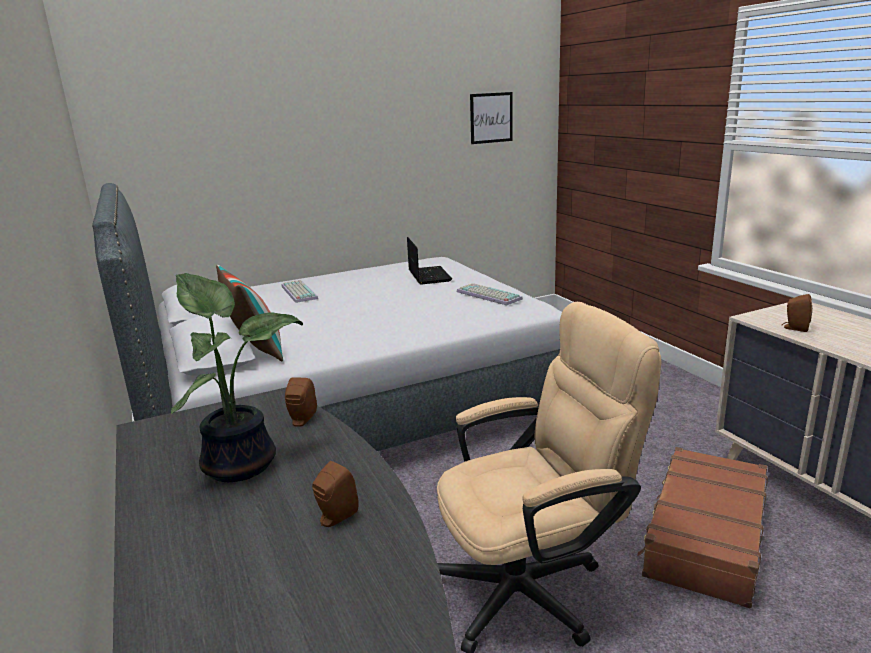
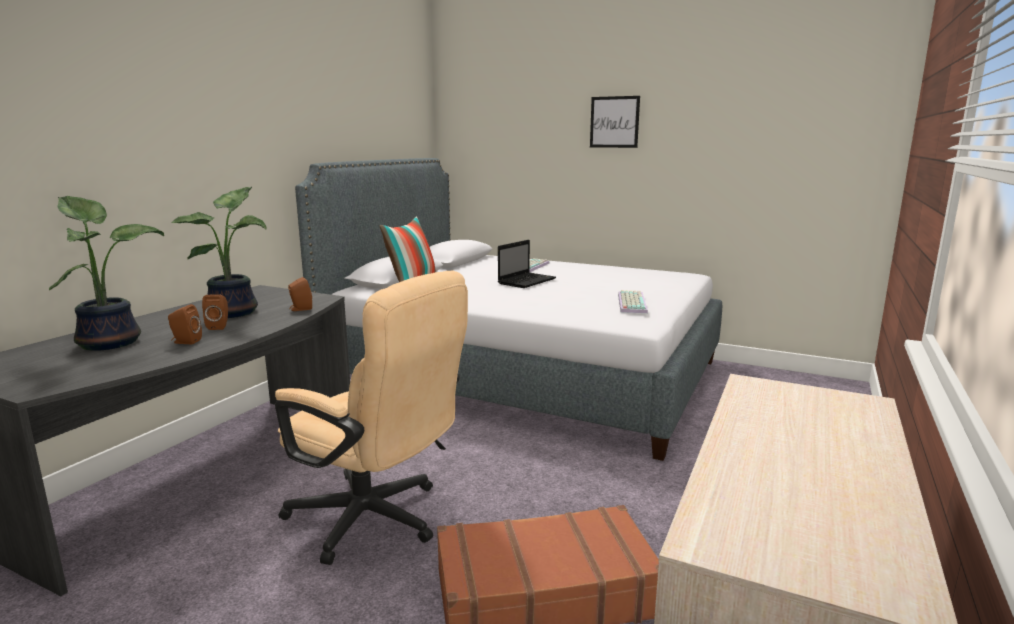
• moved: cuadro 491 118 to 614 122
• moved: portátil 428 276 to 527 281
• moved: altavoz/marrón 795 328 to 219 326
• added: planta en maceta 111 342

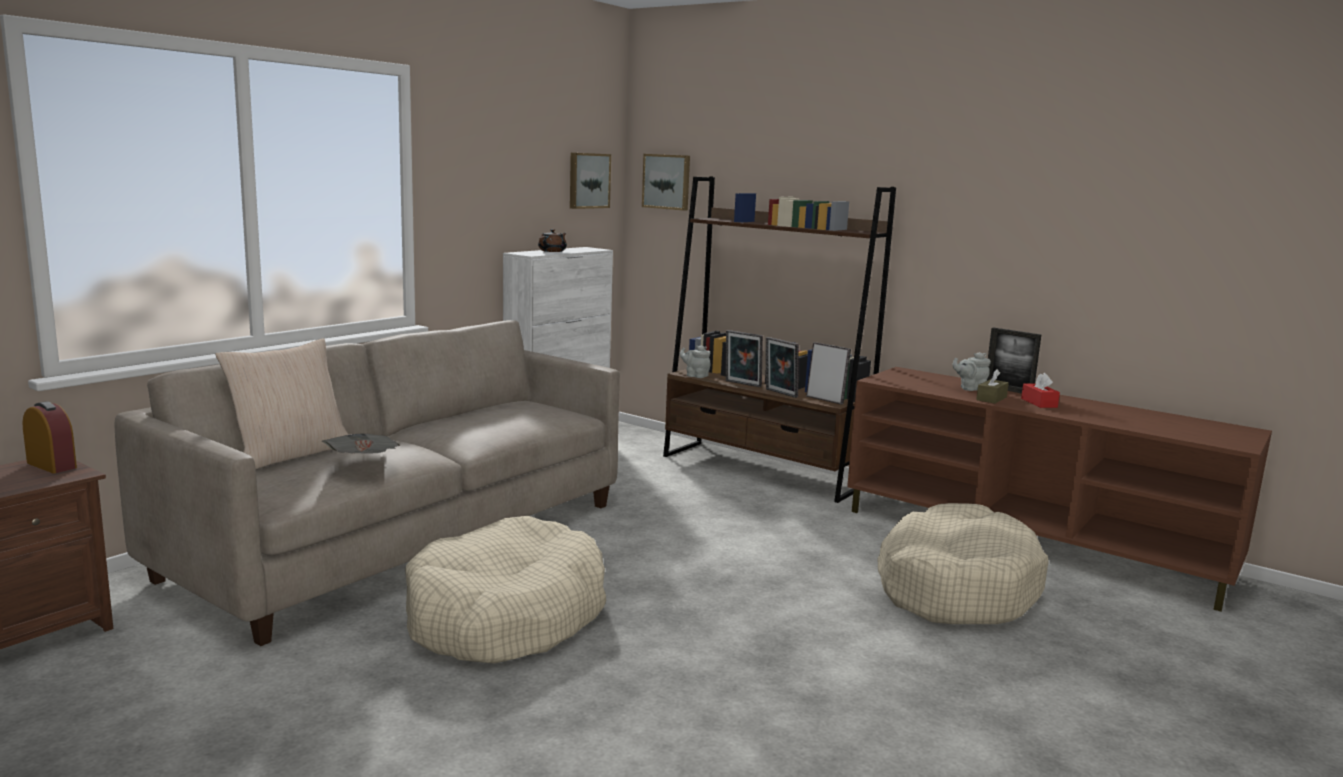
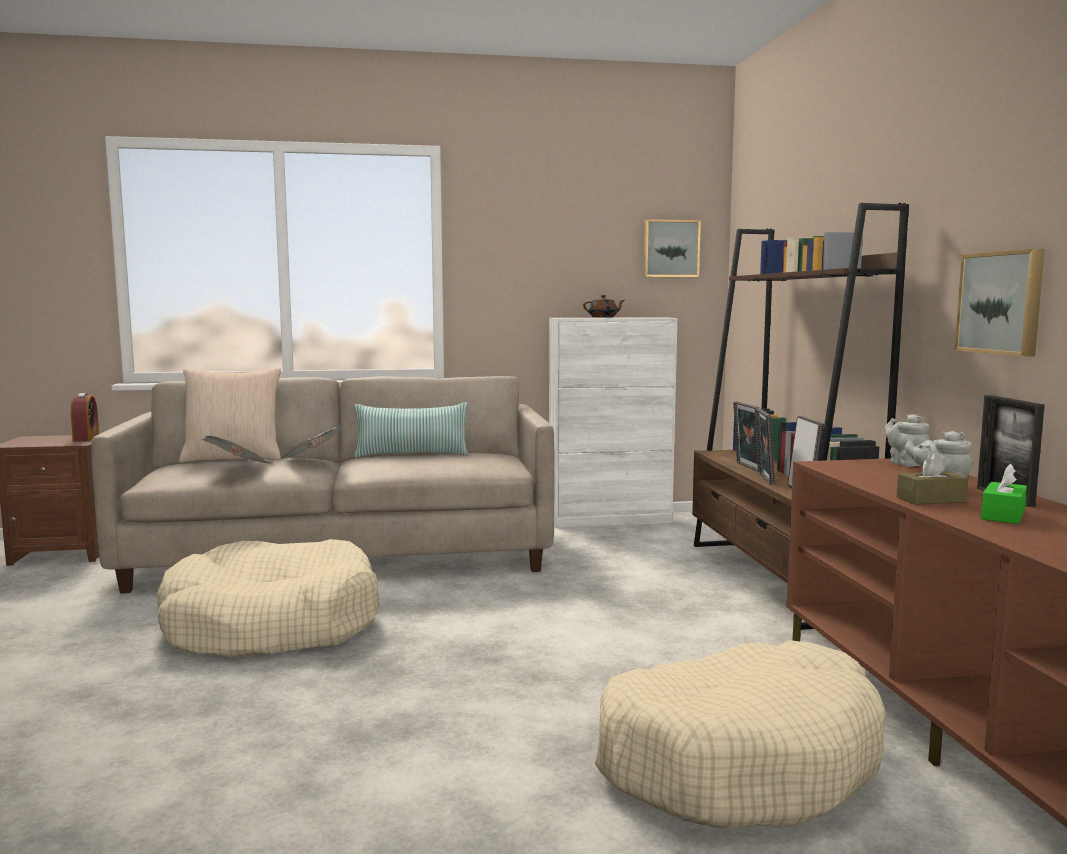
• moved: cuadro 667 181 to 1002 303
• moved: tetera/gris 695 375 to 905 463
• recoloured: caja de pañuelos/rojo 1039 403 to caja de pañuelos/verde 1003 515
• added: cojín 412 455
• added: periódico 311 459

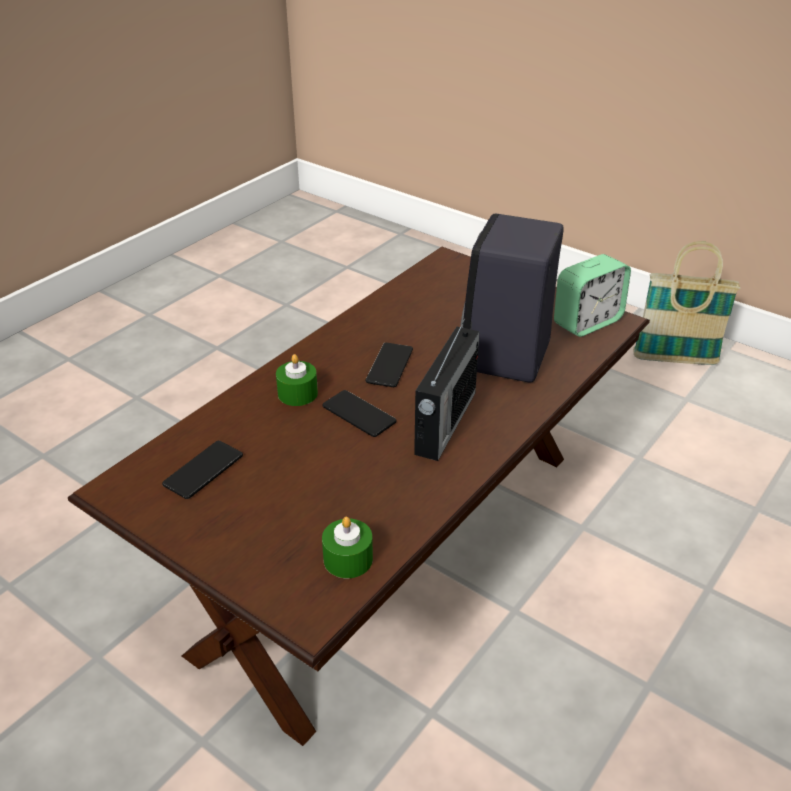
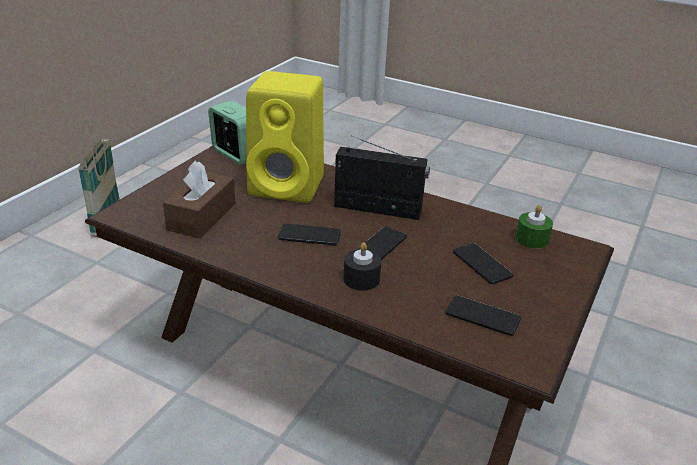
• recoloured: altavoz/negro 506 358 to altavoz/amarillo 289 186
• recoloured: vela/verde 297 393 to vela/negro 361 279
• added: caja de pañuelos/marrón 202 217
• added: móvil 482 264

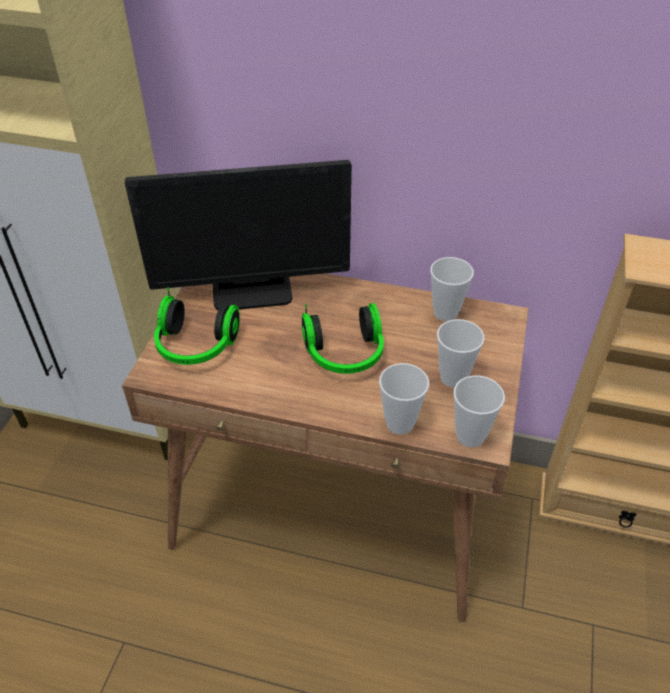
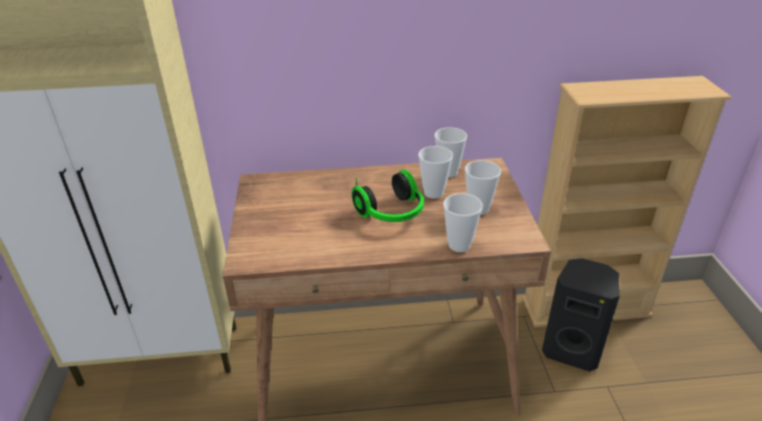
• removed: monitor 252 291
• removed: auriculares 195 347
• moved: taza 470 436 to 433 193
• added: altavoz/negro 571 350

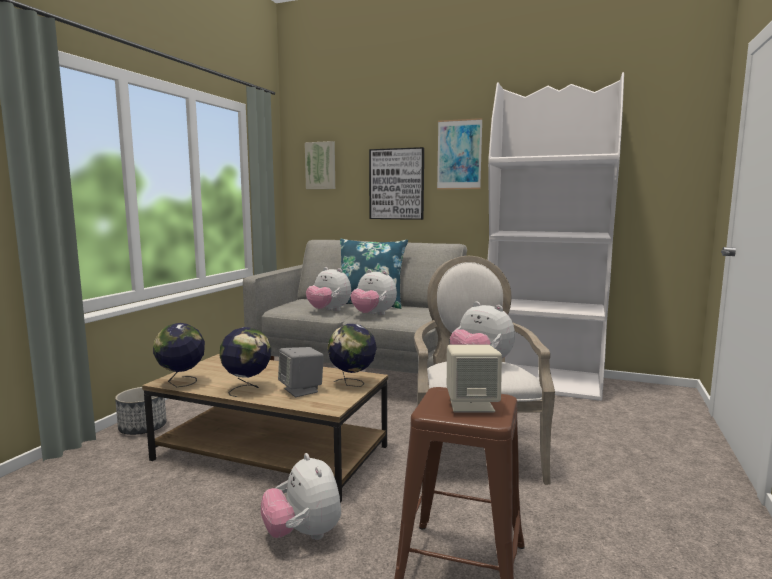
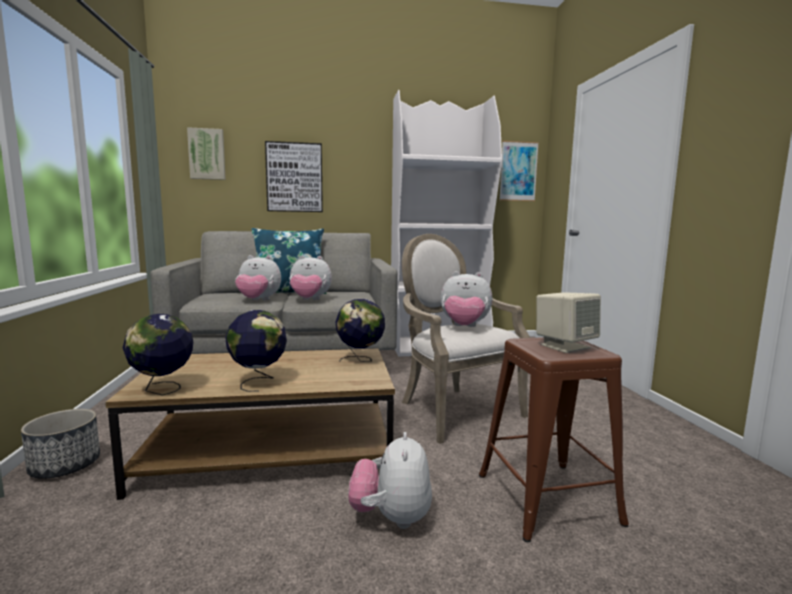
• moved: cuadro 459 154 to 518 171
• removed: altavoz/gris 301 390
• turned: peluche 303 534 = 391 517 60 degrees clockwise

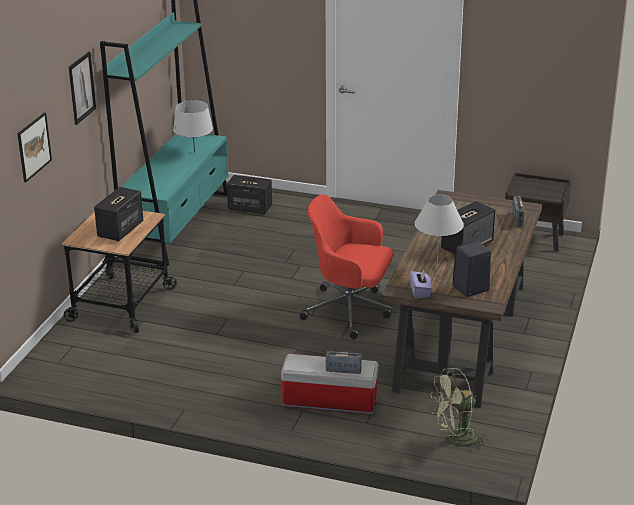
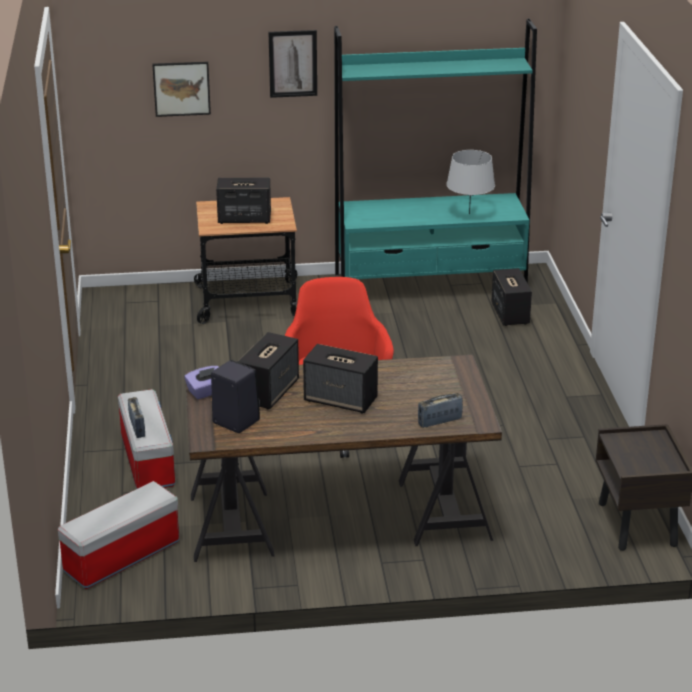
• replaced: lámpara de mesa/blanco 436 268 to altavoz 269 391
• replaced: ventilador/verde 456 439 to caja de almacenaje 121 558

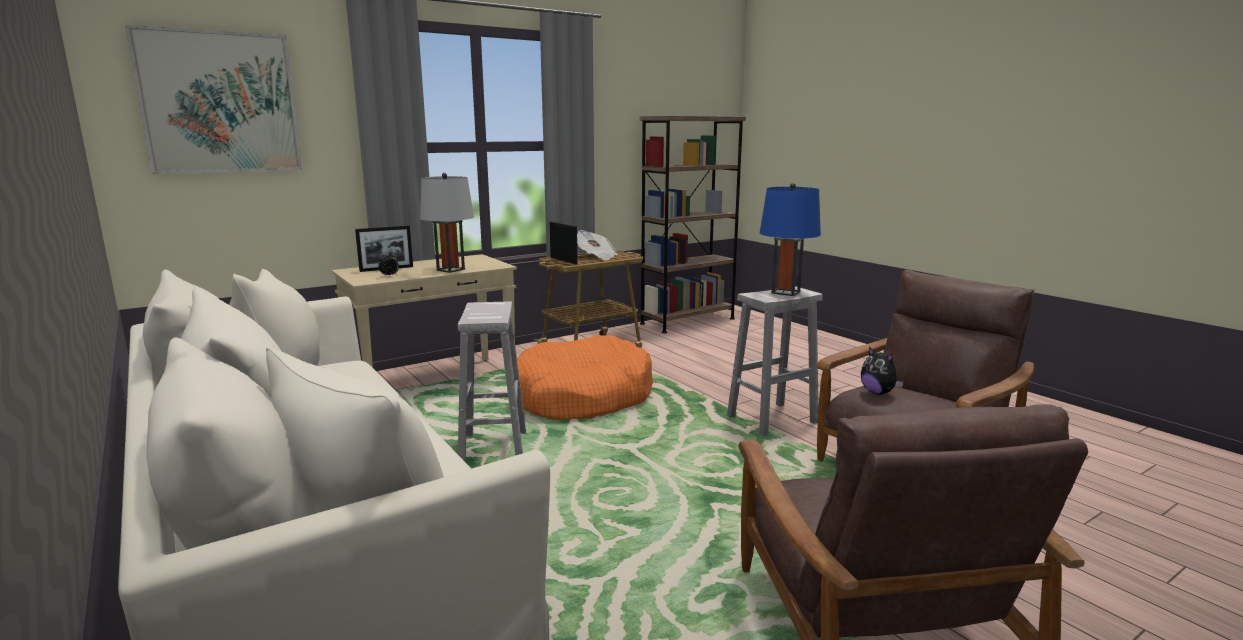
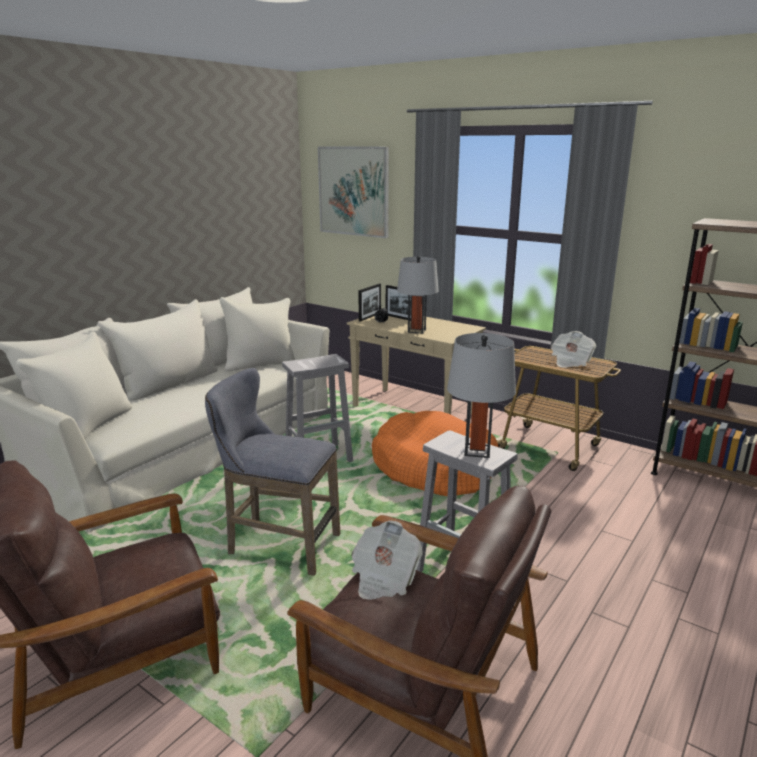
• recoloured: lámpara de mesa/azul 786 292 to lámpara de mesa/gris 477 451
• moved: portarretratos 563 260 to 370 317
• replaced: peluche 878 393 to periódico 384 577
• added: taburete/gris 278 545

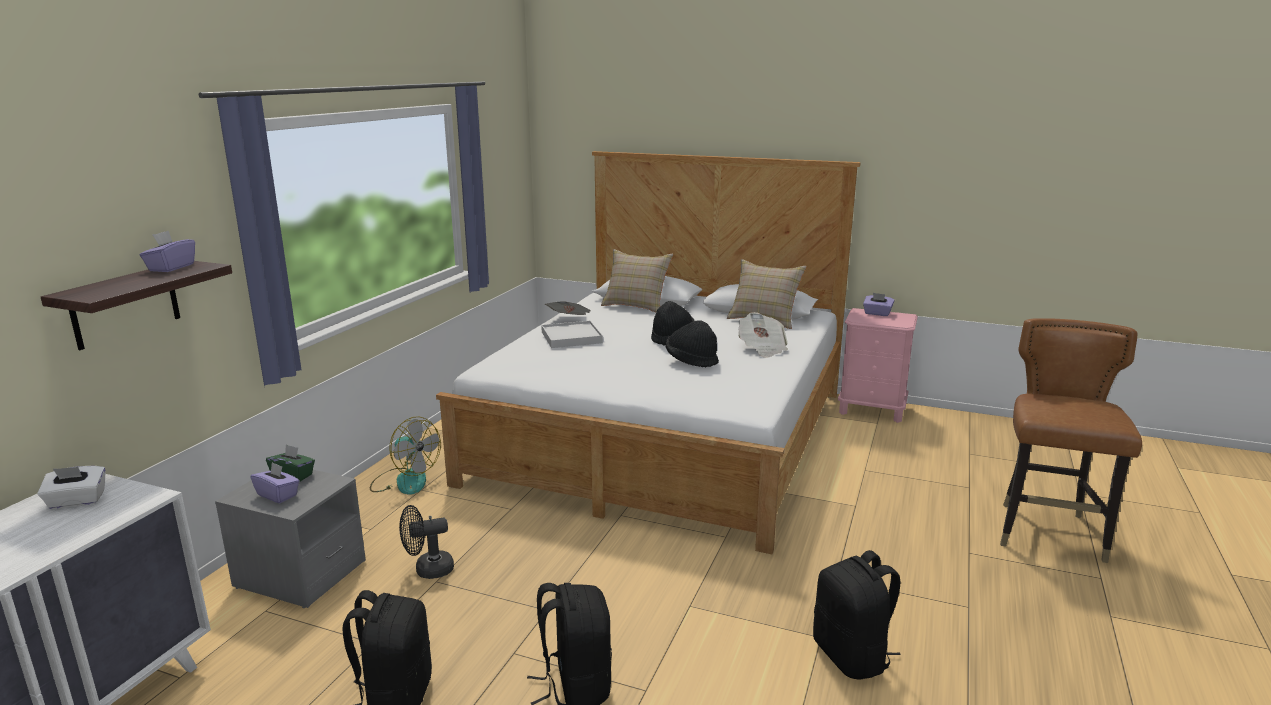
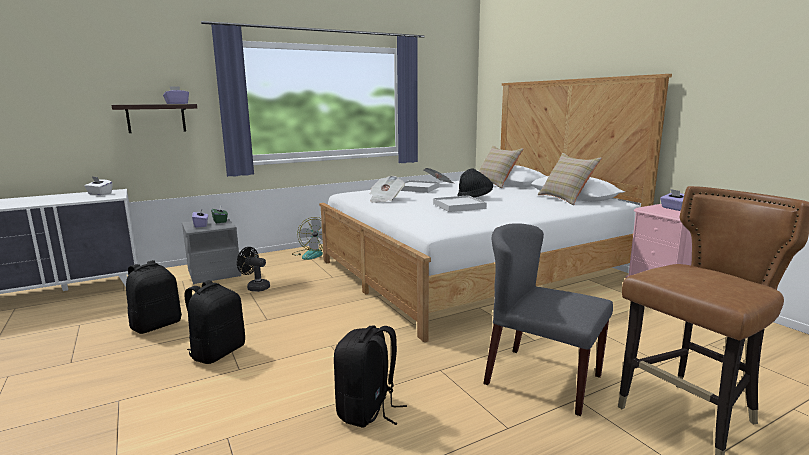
• moved: periódico 762 348 to 385 199
• replaced: sombrero/negro 691 360 to bandeja/blanco 459 206
• added: silla/gris 542 379

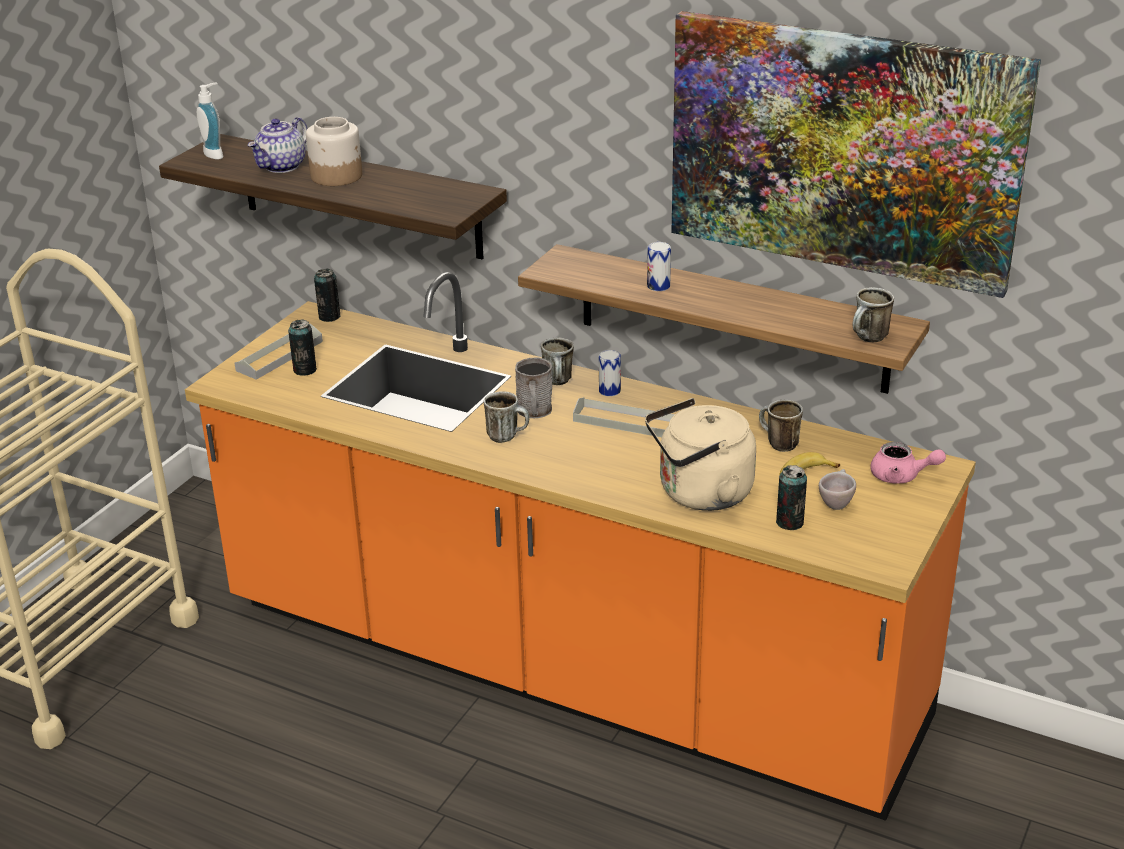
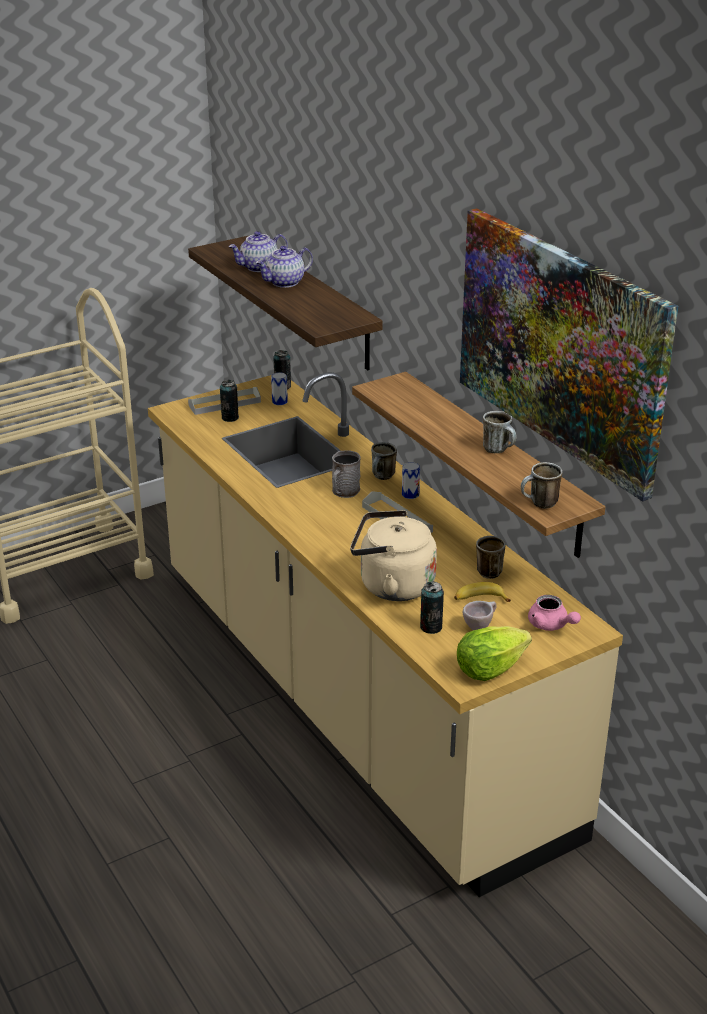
• removed: dispensador de jabón 216 154
• replaced: tarro 337 176 to tetera 285 283
• moved: lata 658 286 to 279 401
• recoloured: mueble bajo de cocina/naranja 567 667 to mueble bajo de cocina/beis 353 698
• moved: taza grande 508 436 to 499 450
• added: lechuga 489 669

